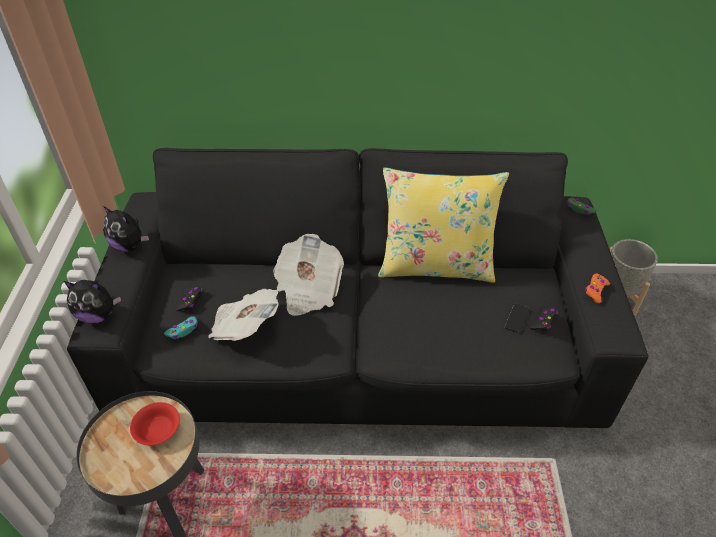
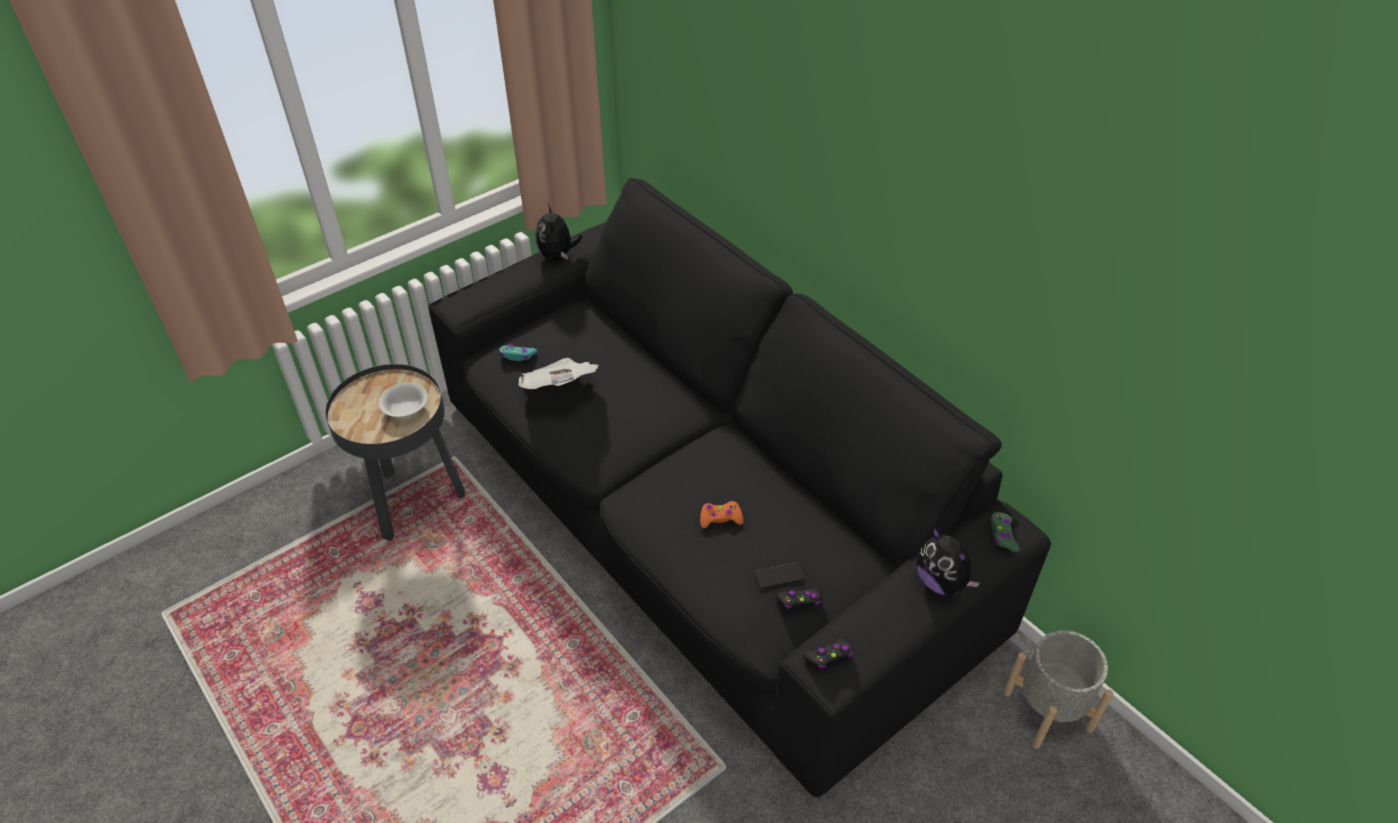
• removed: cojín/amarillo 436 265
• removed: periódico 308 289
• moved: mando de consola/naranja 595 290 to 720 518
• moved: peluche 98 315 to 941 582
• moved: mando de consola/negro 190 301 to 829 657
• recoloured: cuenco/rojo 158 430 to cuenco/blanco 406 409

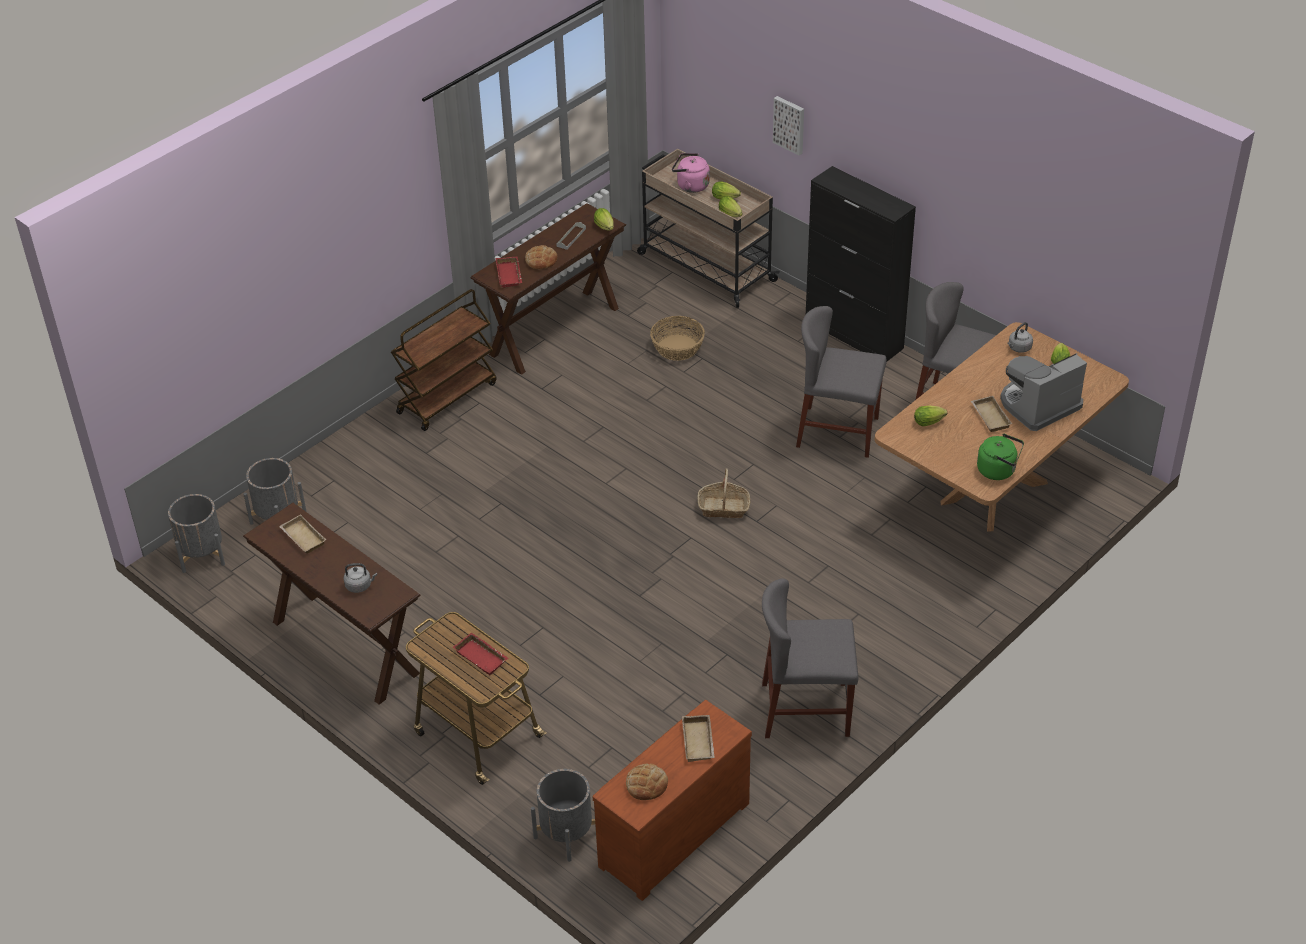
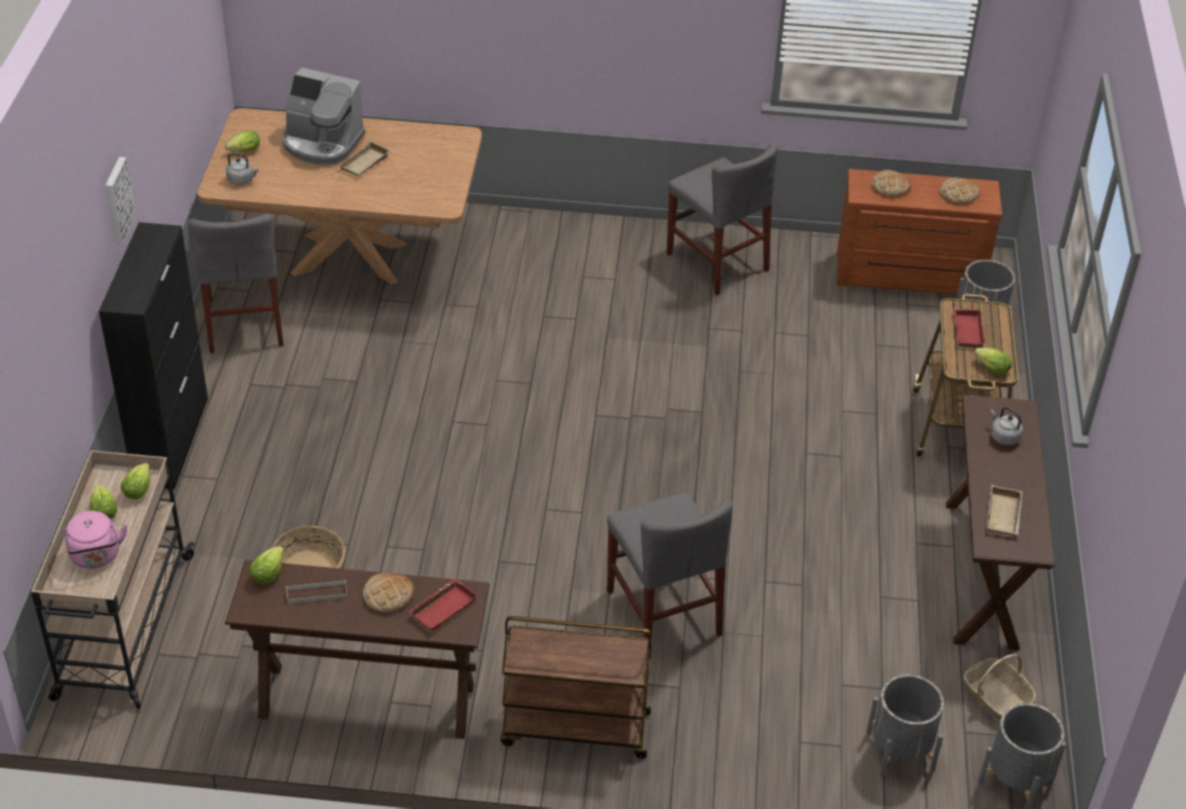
• moved: cuadro 790 124 to 117 200
• moved: silla/gris 838 432 to 663 612
• moved: lechuga 930 422 to 989 368
• removed: hervidor/verde 998 470
• moved: cesta 723 508 to 996 697
• replaced: bandeja/beis 699 742 to pan 890 187

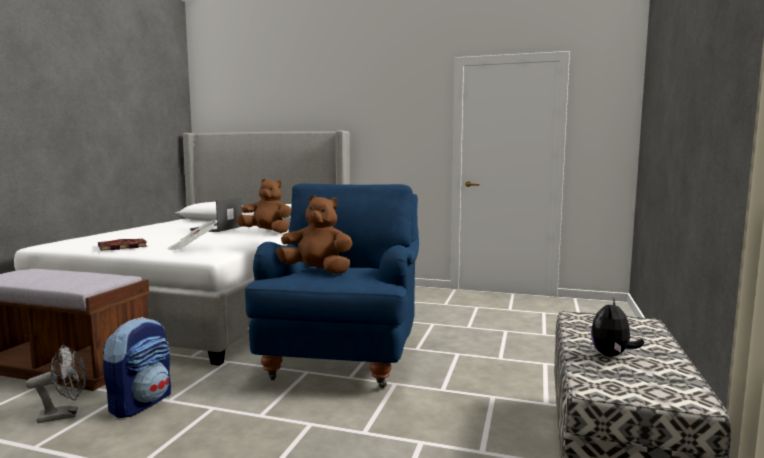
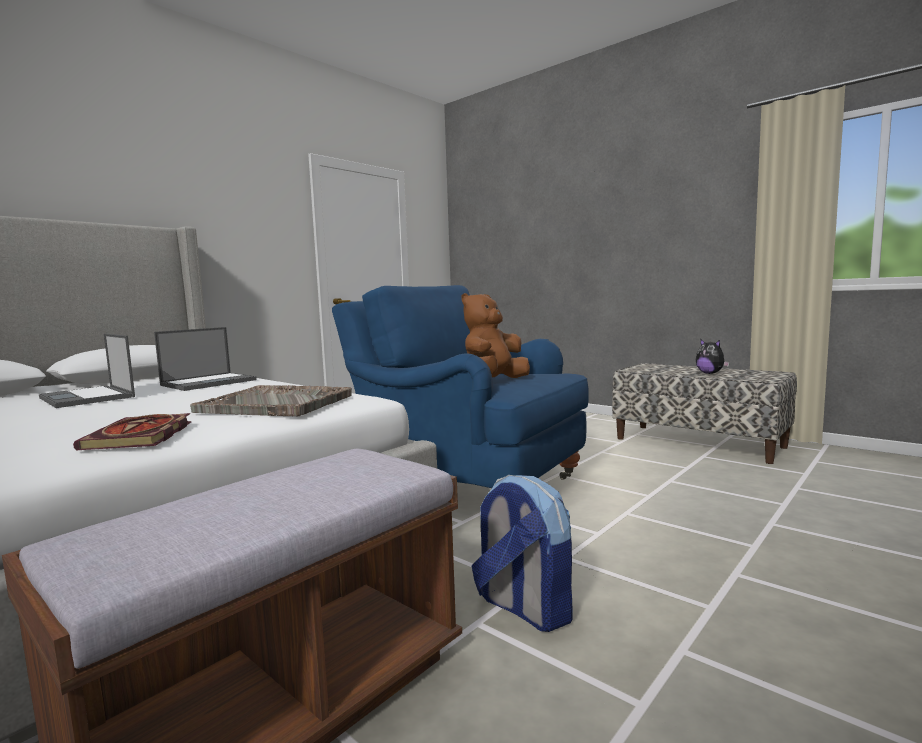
• replaced: peluche/marrón 267 232 to portátil 209 382
• replaced: periódico 193 248 to bandeja/gris 277 404
• removed: ventilador/gris 65 415

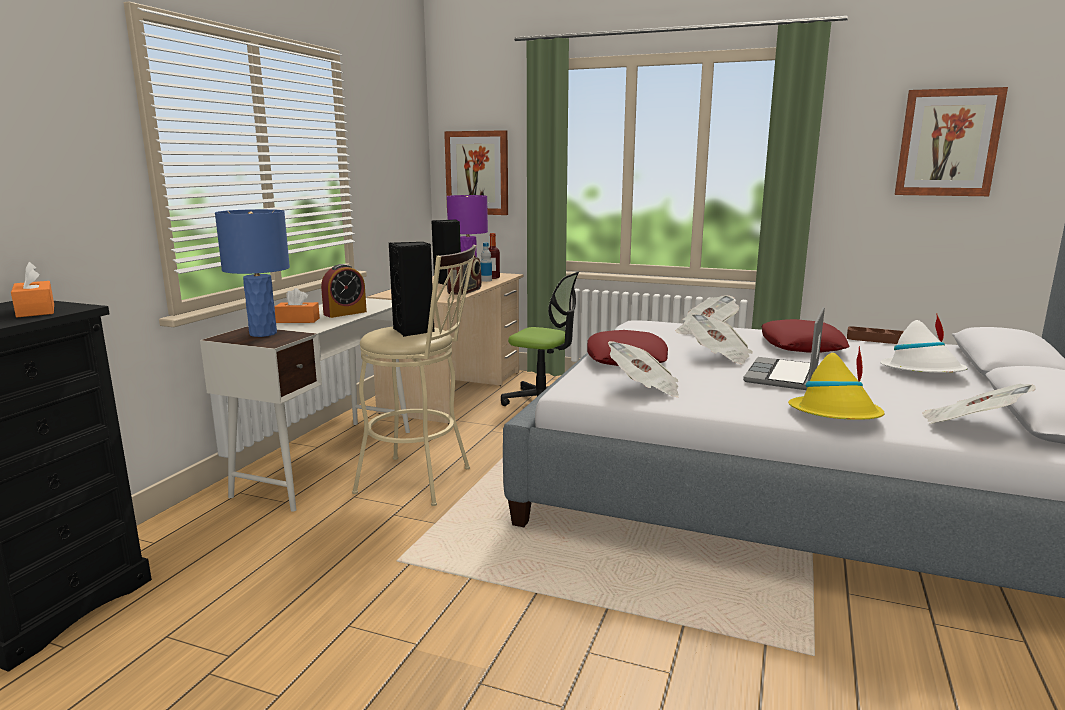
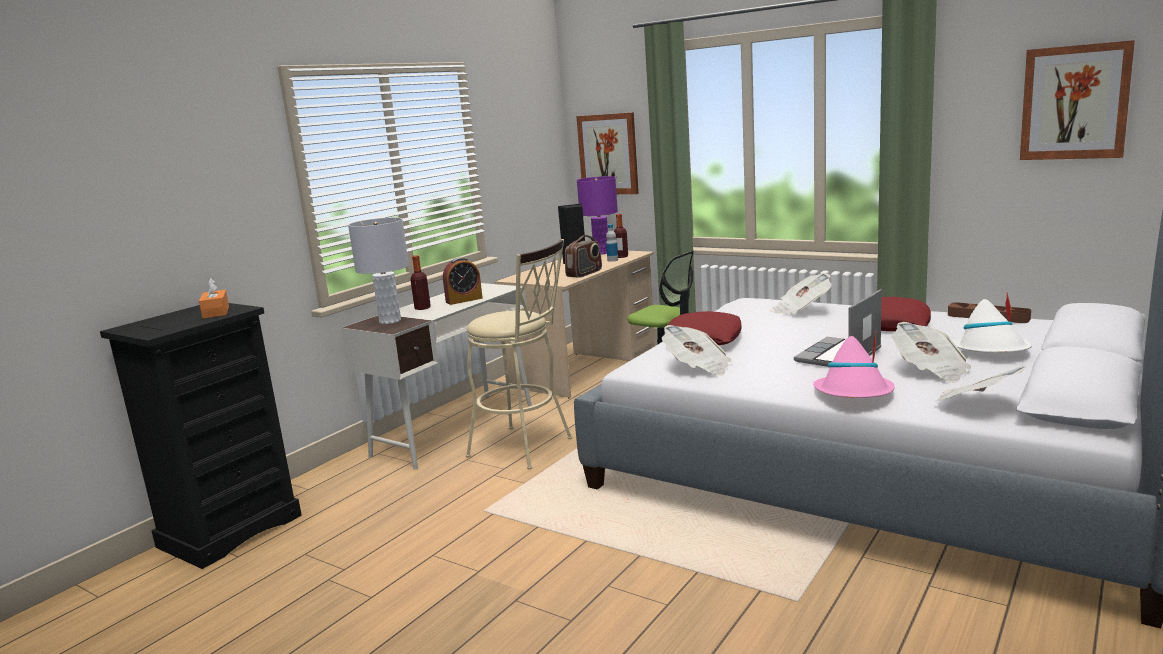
• recoloured: lámpara de mesa/azul 262 333 to lámpara de mesa/gris 389 321
• removed: altavoz/negro 414 331
• replaced: caja de pañuelos/naranja 298 320 to botella 422 308
• moved: periódico 719 356 to 930 371
• recoloured: sombrero/amarillo 836 415 to sombrero/rosa 854 393

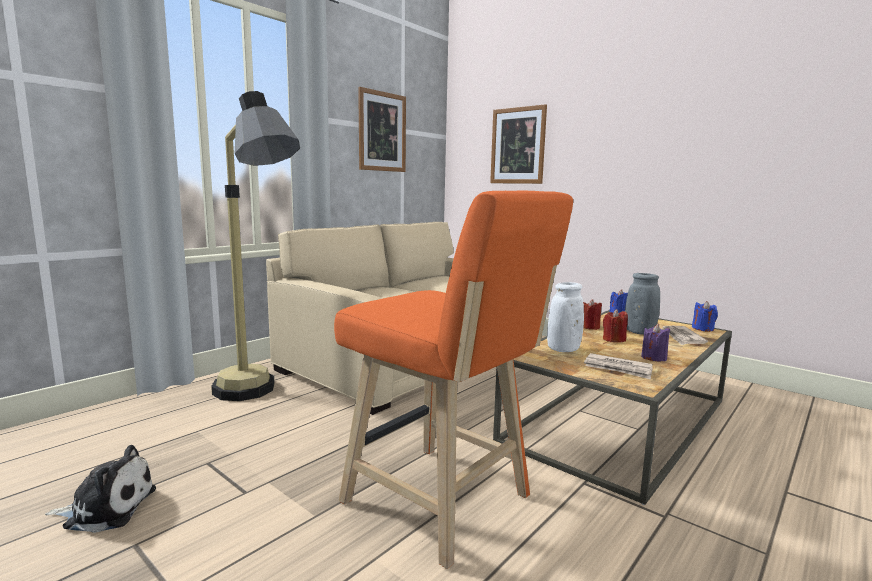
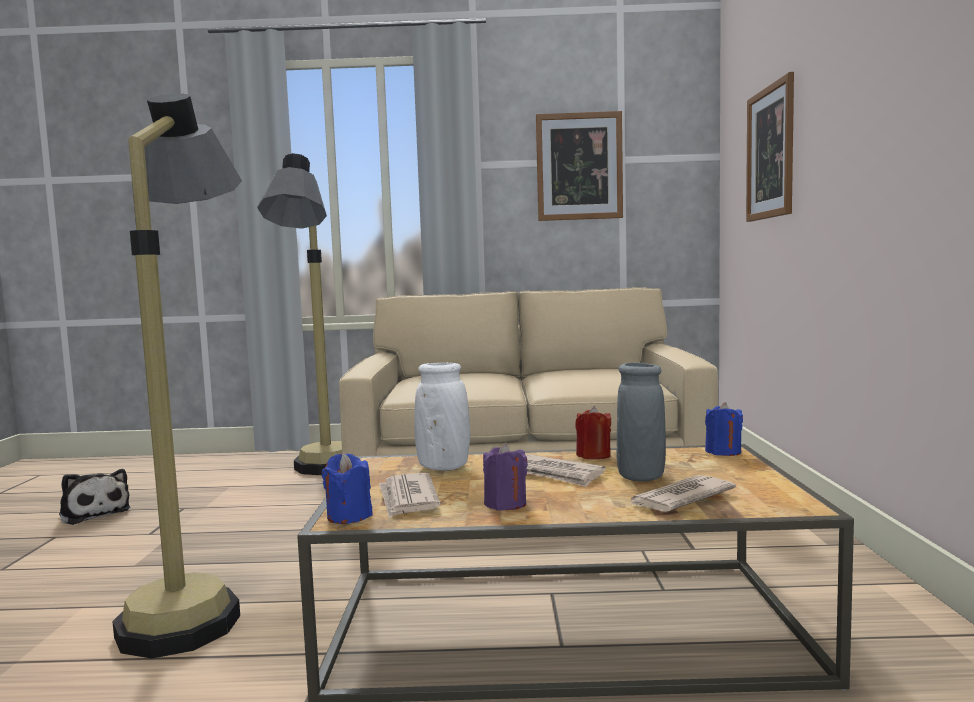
• replaced: taburete/naranja 444 504 to lámpara de pie 200 600
• moved: vela/azul 703 329 to 349 516
• replaced: vela/rojo 613 340 to periódico 555 474

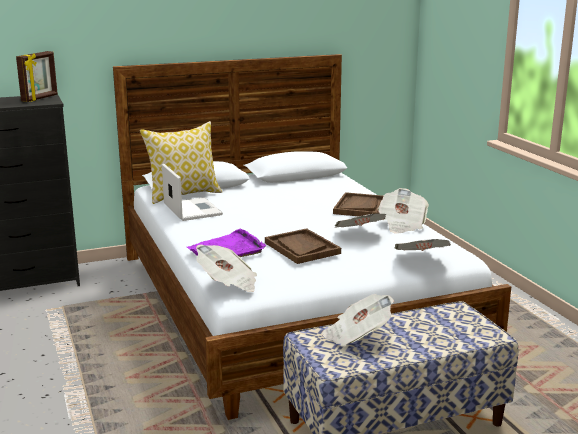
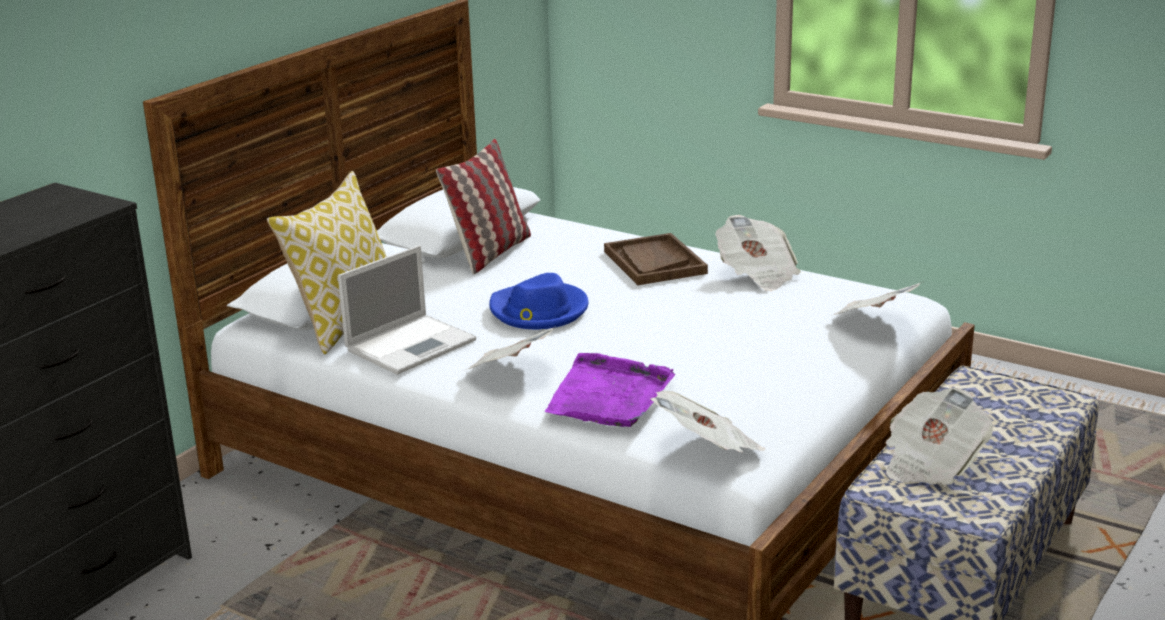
• removed: portarretratos 40 98
• turned: portátil 192 209 = 412 344 105 degrees clockwise
• moved: periódico 359 234 to 511 371
• removed: bandeja/marrón 302 248
• added: cojín 490 253
• added: sombrero/azul 538 311

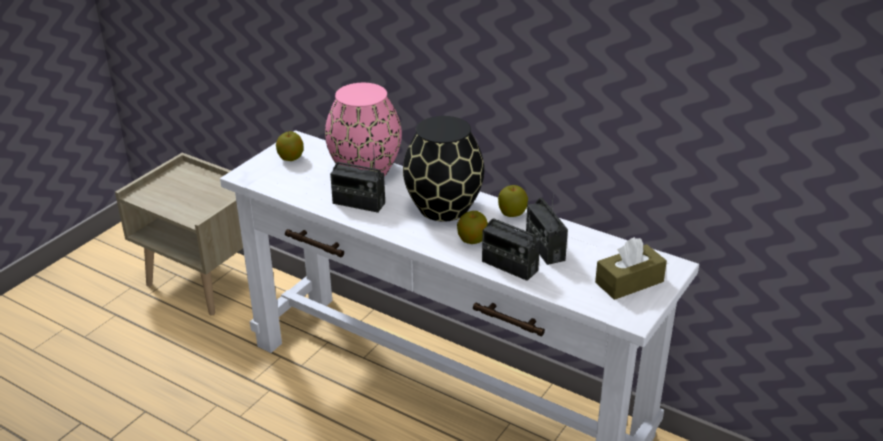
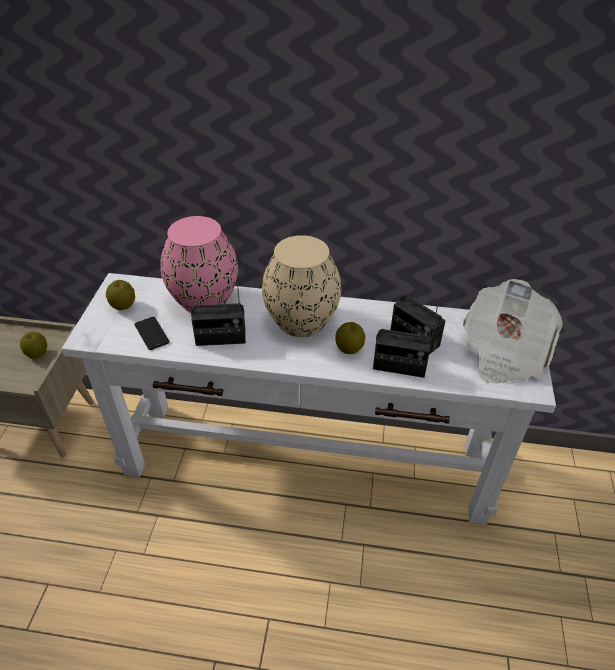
• recoloured: florero/negro 444 207 to florero/beis 302 320
• moved: manzana 512 213 to 37 354
• replaced: caja de pañuelos/marrón 629 282 to periódico 504 352
• added: móvil 152 333

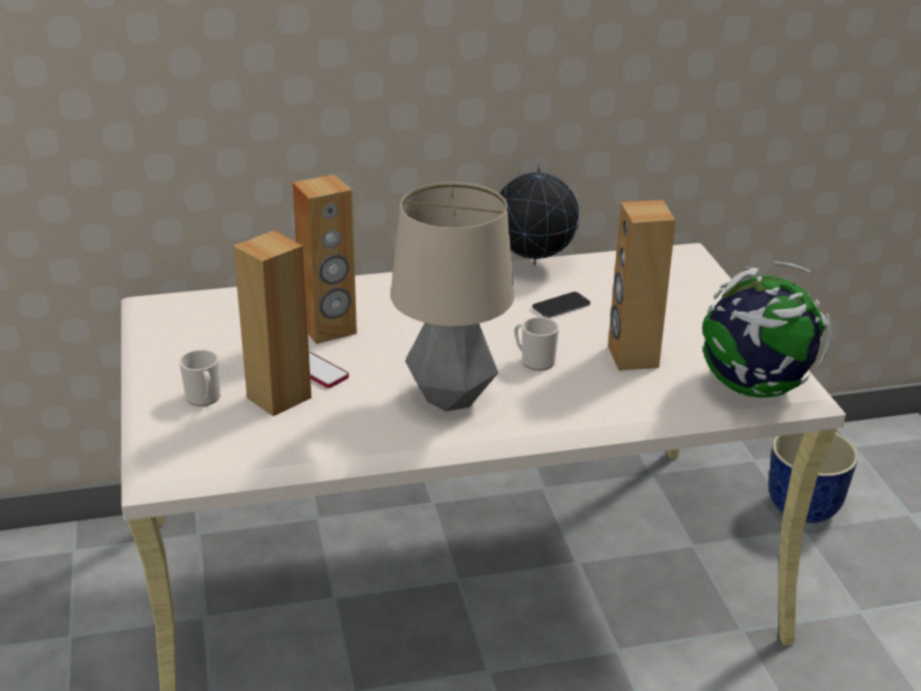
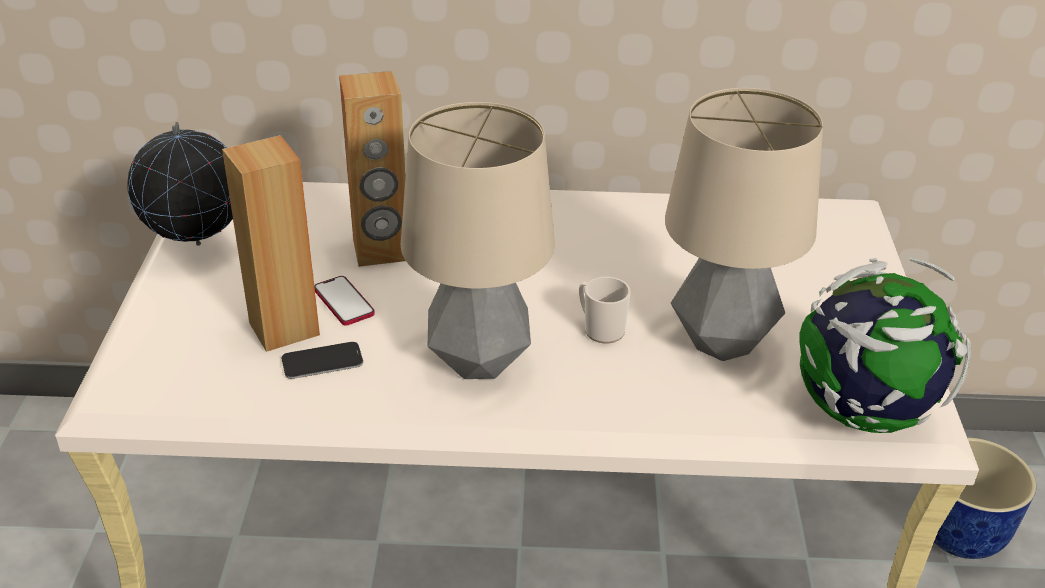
• moved: globo terráqueo 533 265 to 196 245
• replaced: altavoz/marrón 632 357 to lámpara de mesa 723 343
• moved: móvil 561 306 to 322 362
• removed: taza grande 204 399

